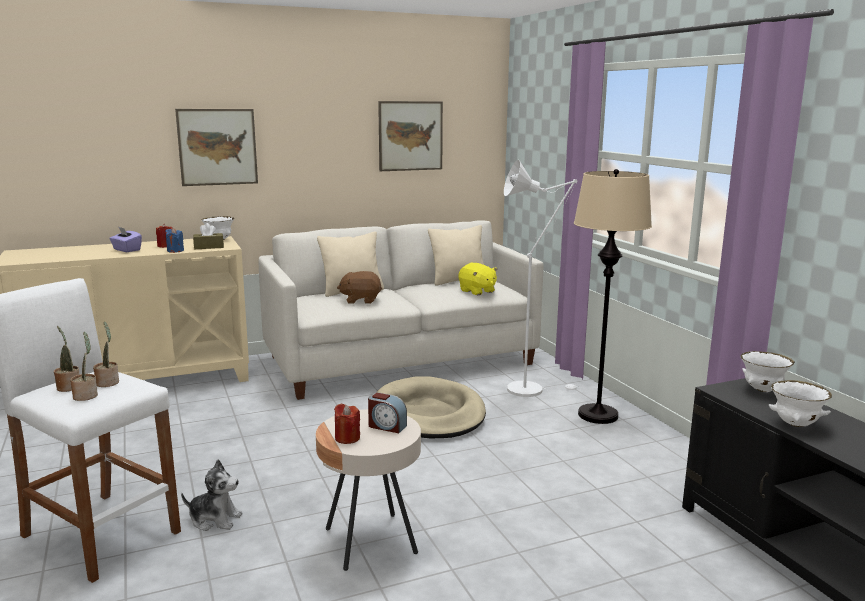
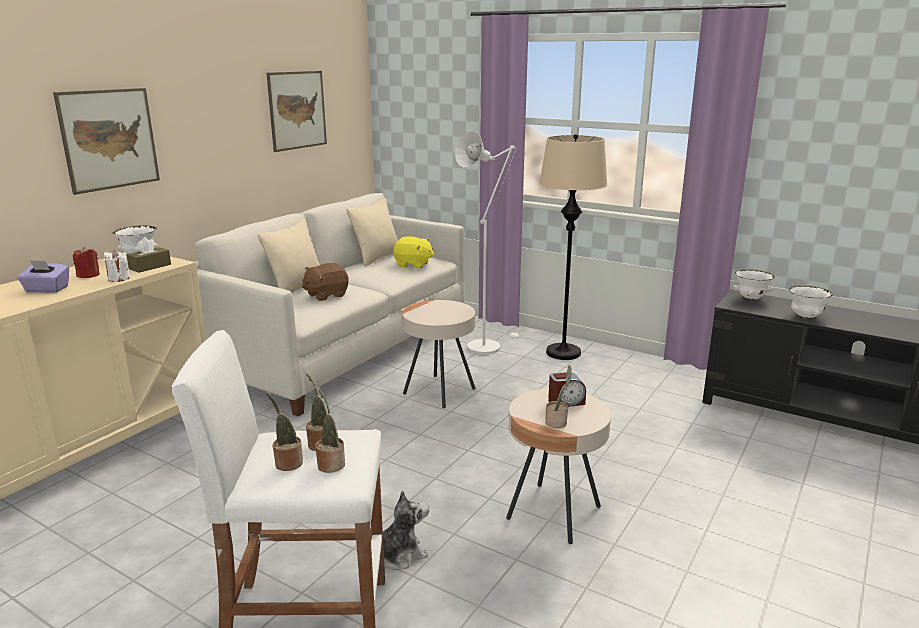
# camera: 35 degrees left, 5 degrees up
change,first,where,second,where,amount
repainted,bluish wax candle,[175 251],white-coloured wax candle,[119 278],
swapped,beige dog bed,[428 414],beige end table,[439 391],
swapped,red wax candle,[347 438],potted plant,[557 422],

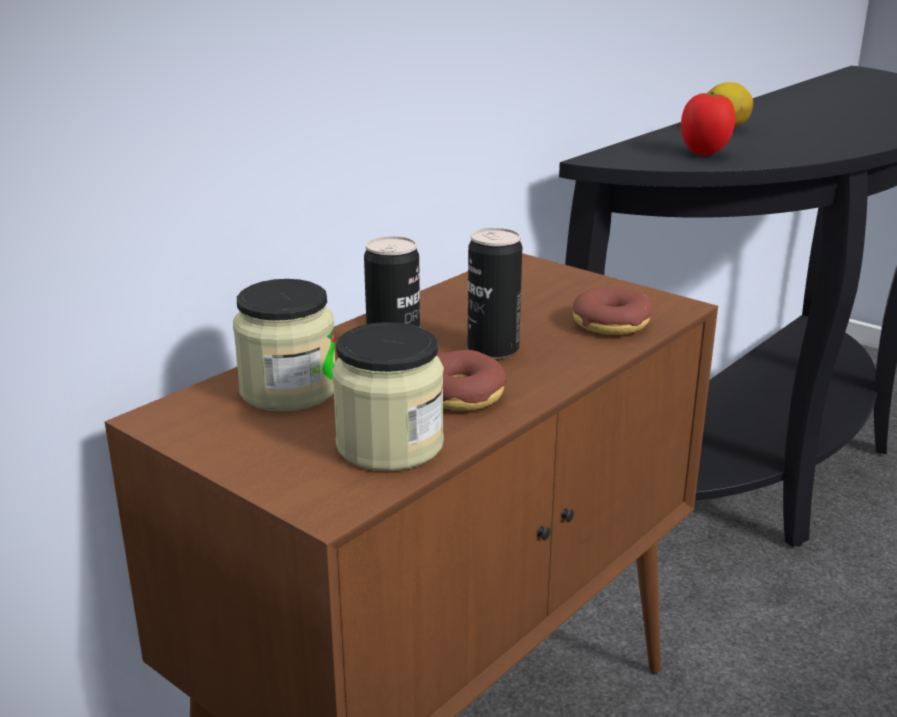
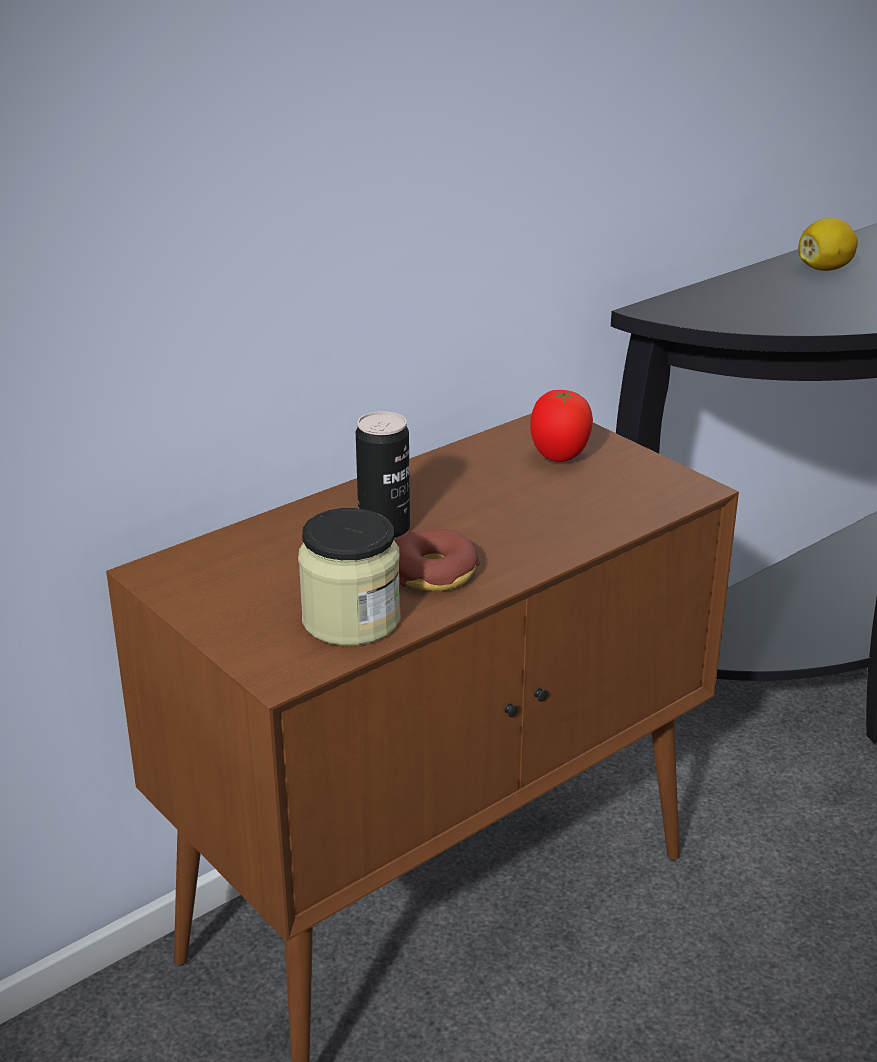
# camera: 10 degrees right, 5 degrees up
change,first,where,second,where,amount
shifted,tomato,[704 153],,[559 458],
gone,preserve jar,[288 390],,,
gone,can,[493 349],,,
gone,donut,[611 324],,,

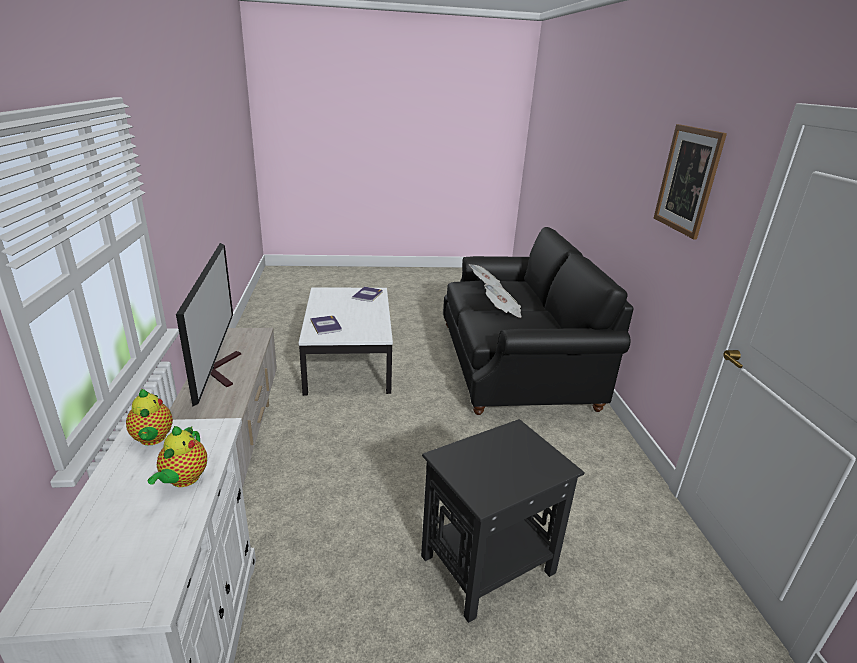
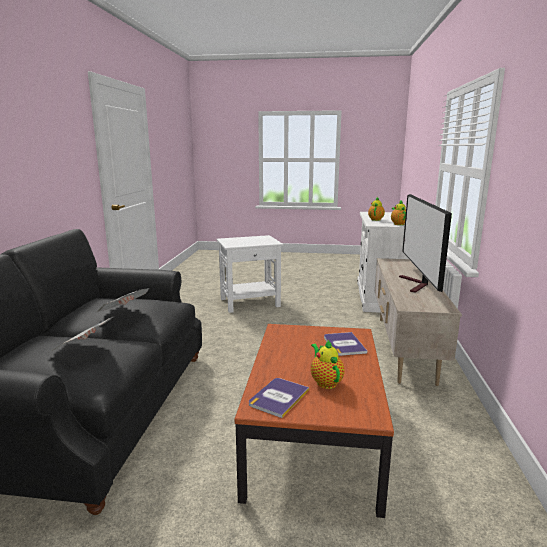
# camera: 165 degrees left, 10 degrees down
change,first,where,second,where,amount
repainted,blackish end table,[486 565],white-coloured end table,[250 302],
repainted,white-coloured lounge table,[349 361],brown lounge table,[313 436],
new,,,pot for tea,[325 382],
gone,picture,[688 180],,,

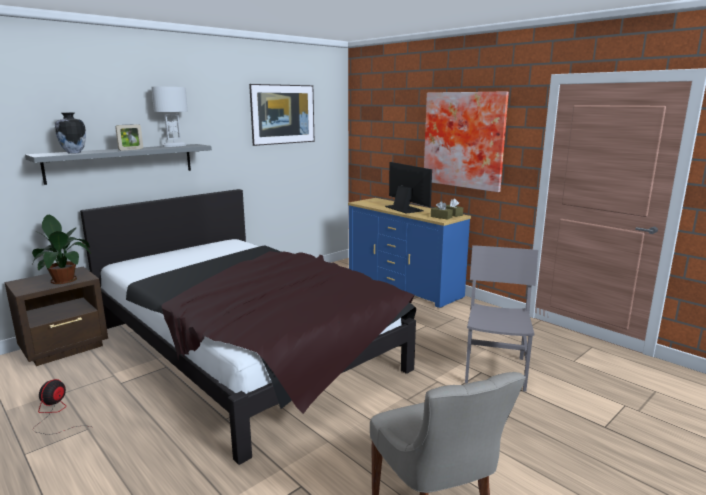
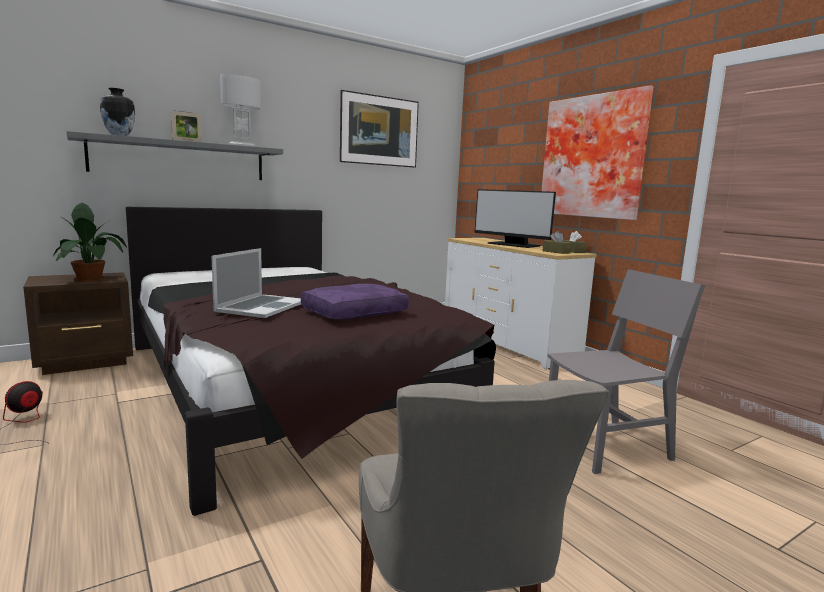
# camera: 10 degrees right, 5 degrees down
change,first,where,second,where,amount
new,,,portable computer,[261 306],
new,,,purple pillow,[354 312],
repainted,bluish chest of drawers,[403 285],white-coloured chest of drawers,[507 343],
rotated,computer display,[404 208],,[513 245],150 degrees clockwise
rotated,greyish plain chair,[495 370],,[607 446],45 degrees clockwise

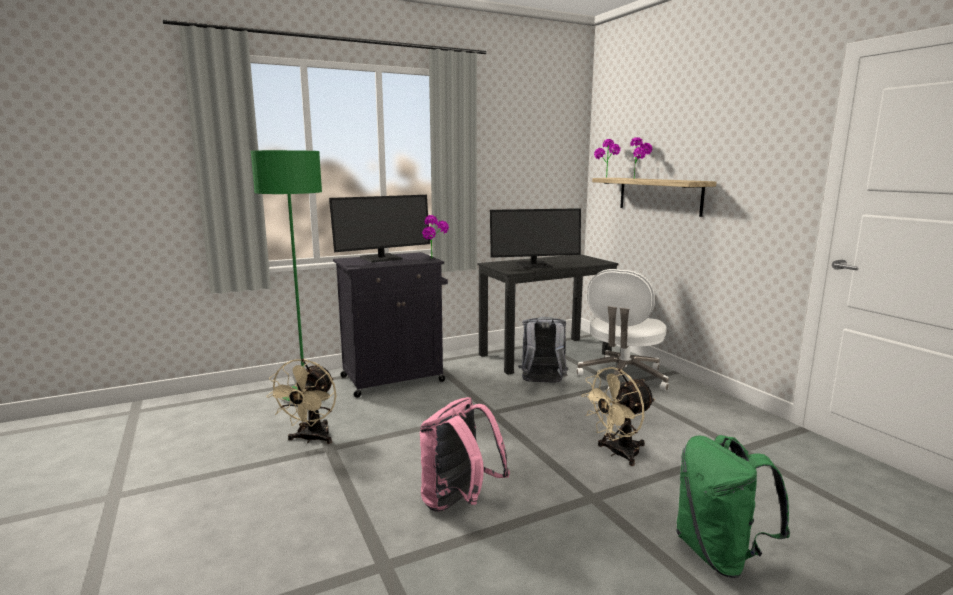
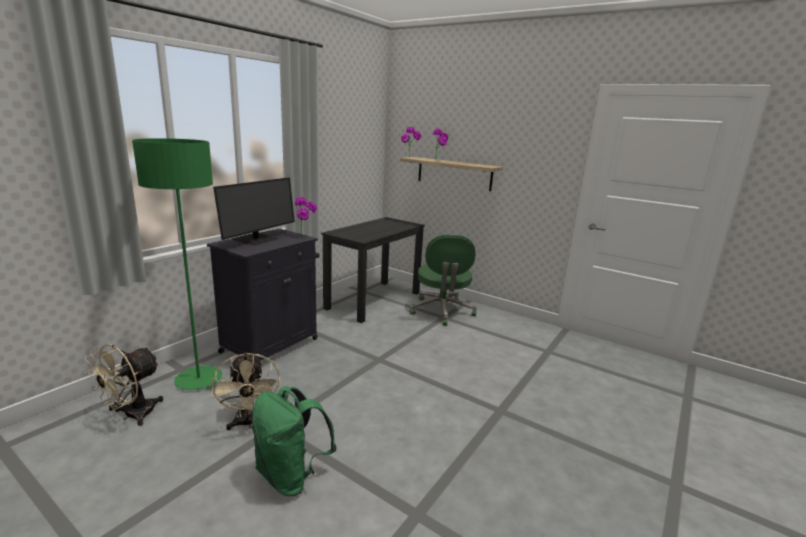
# camera: 30 degrees left, 5 degrees up
change,first,where,second,where,amount
shifted,beige fan,[618 453],,[132 415],
shifted,green knapsack,[719 555],,[291 476],
repainted,white-coloured desk chair,[622 378],green desk chair,[441 311],
gone,pinkish knapsack,[458 502],,,
gone,computer display,[533 265],,,
gone,greyish knapsack,[542 383],,,

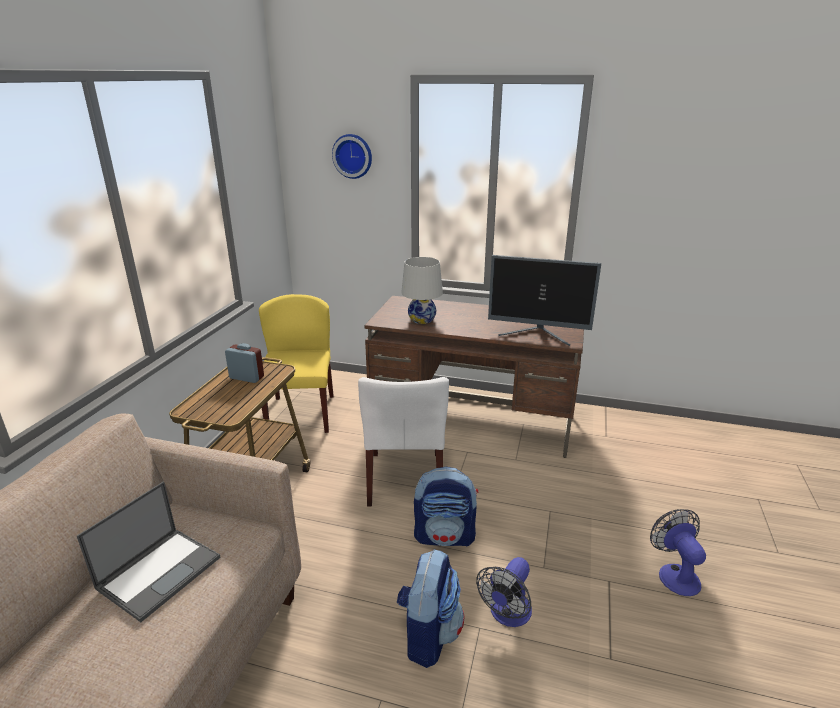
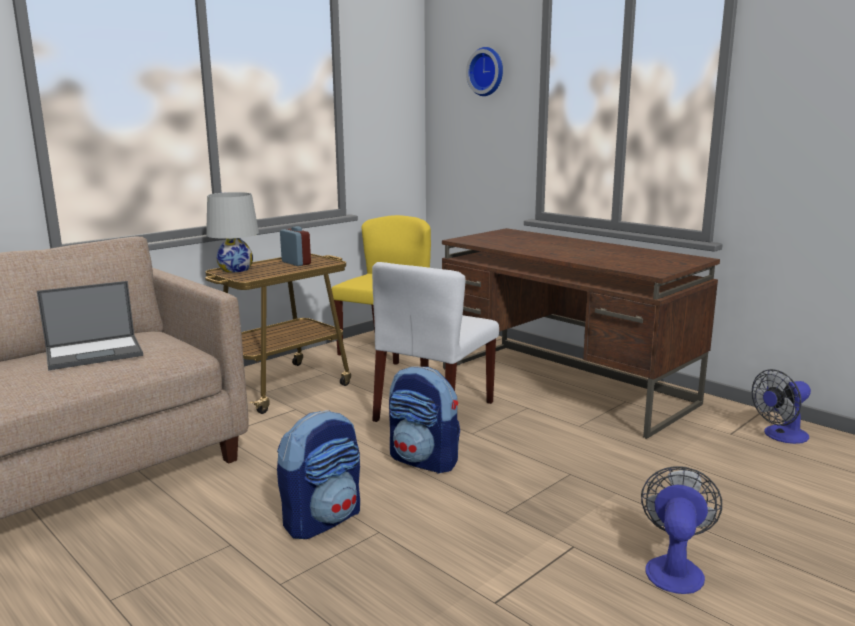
# camera: 30 degrees right, 10 degrees down
change,first,where,second,where,amount
shifted,white-coloured lamp for a table,[422 319],,[236 269],
shifted,fan,[507 615],,[781 436],
gone,computer display,[538 335],,,

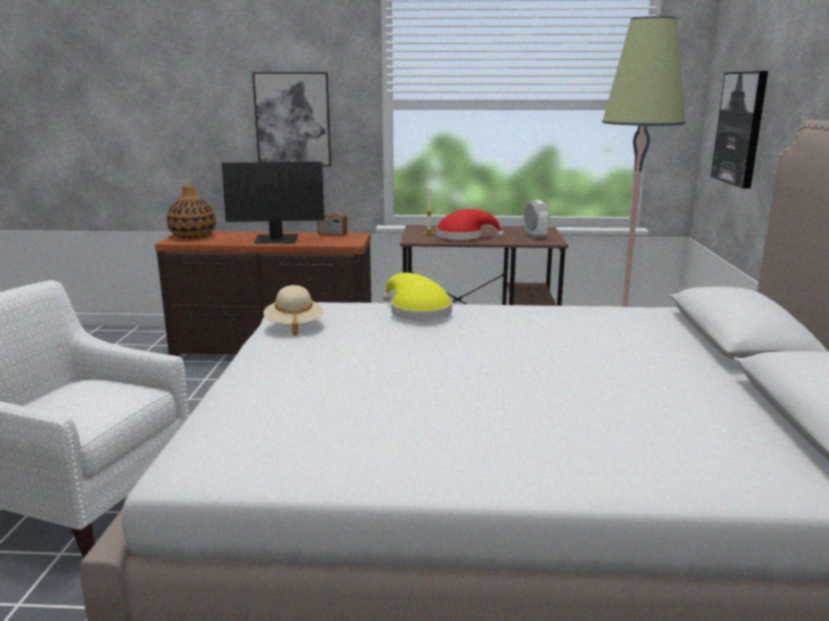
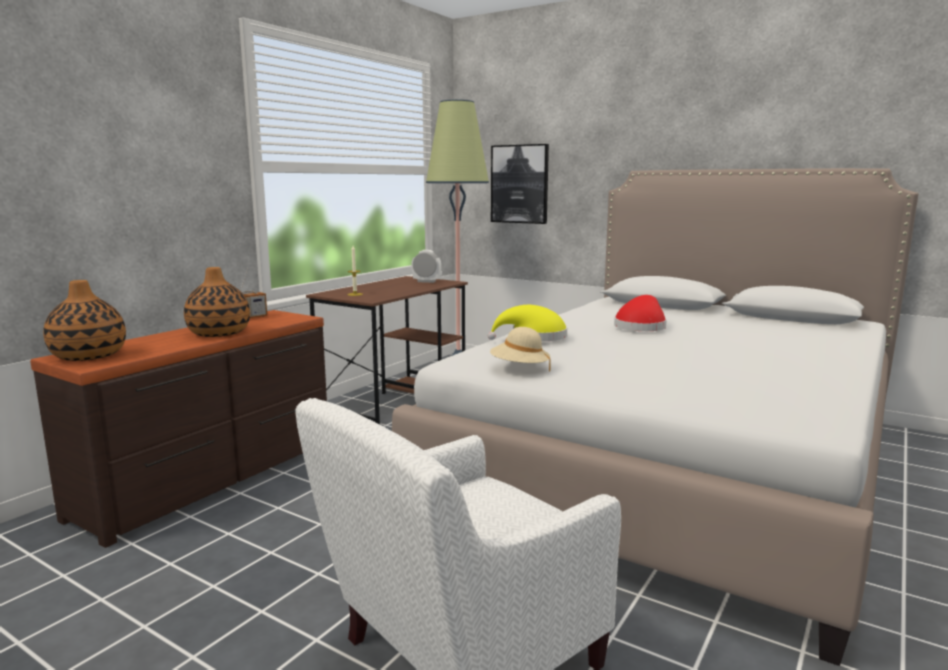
# camera: 60 degrees left, 5 degrees down
change,first,where,second,where,amount
swapped,computer display,[276 240],decorative vase,[219 333],
shifted,red wearable hat,[463 237],,[641 327],
gone,picture,[293 119],,,

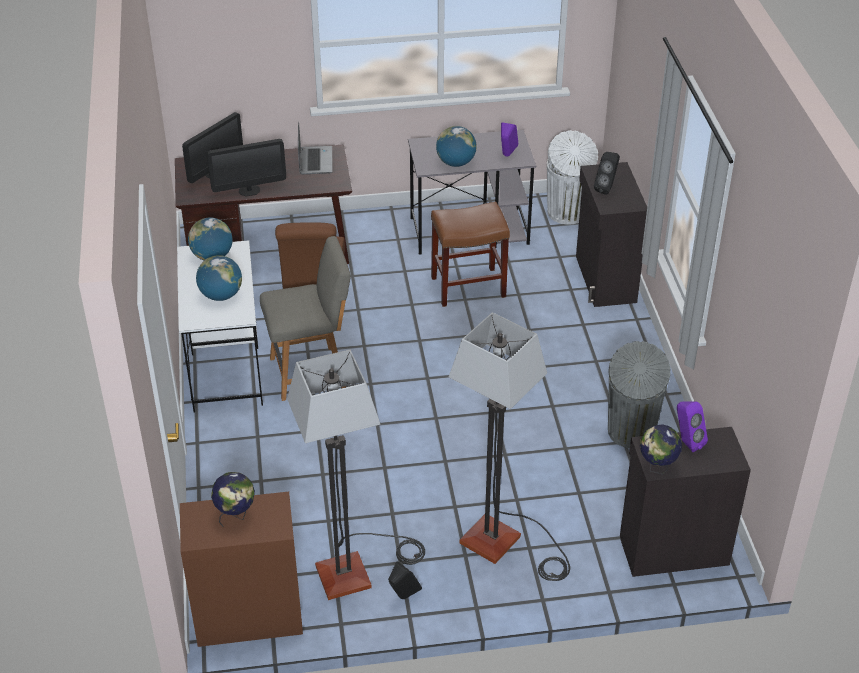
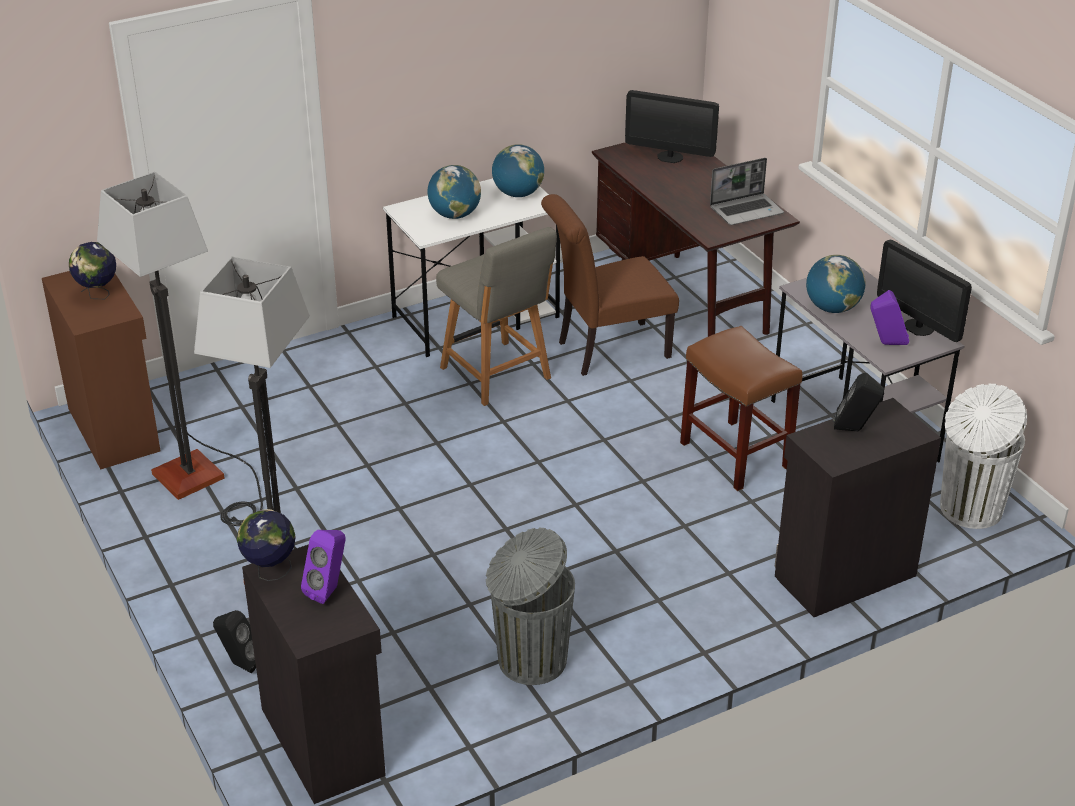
# camera: 70 degrees right, 5 degrees down
change,first,where,second,where,amount
shifted,blackish loudspeaker,[403 597],,[240 664],
shifted,computer display,[249 190],,[918 327],

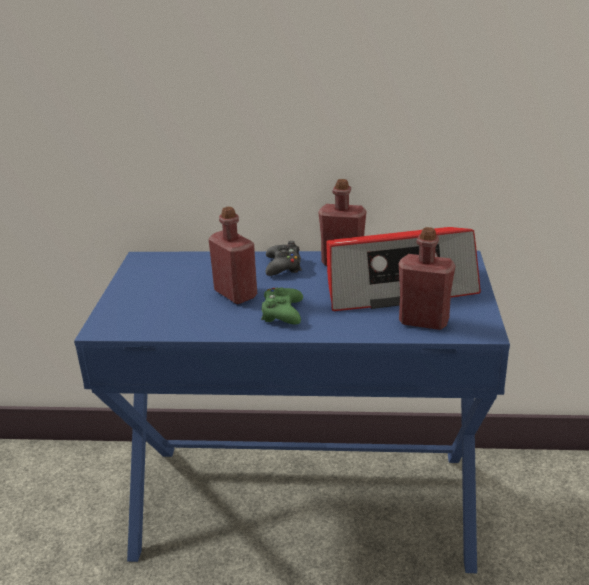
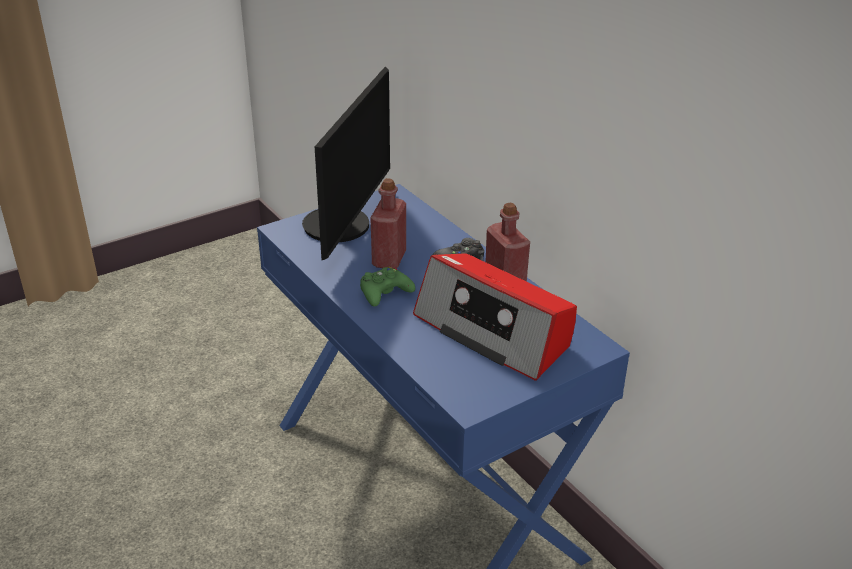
# camera: 50 degrees right, 5 degrees up
change,first,where,second,where,amount
new,,,computer display,[344 226],
gone,red bottle,[423 321],,,

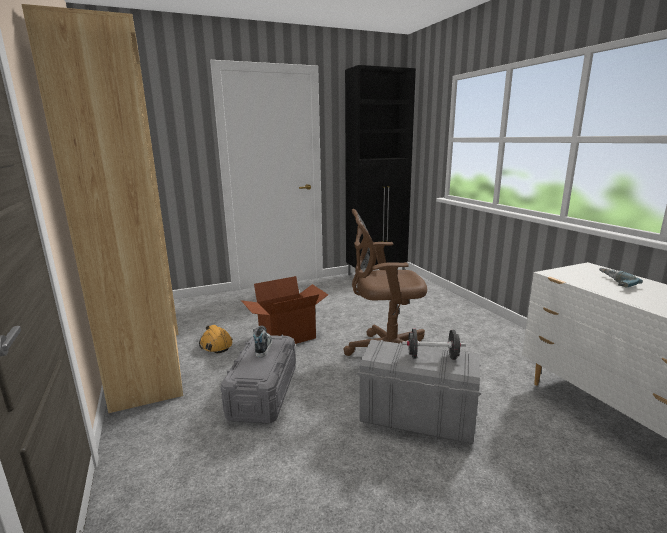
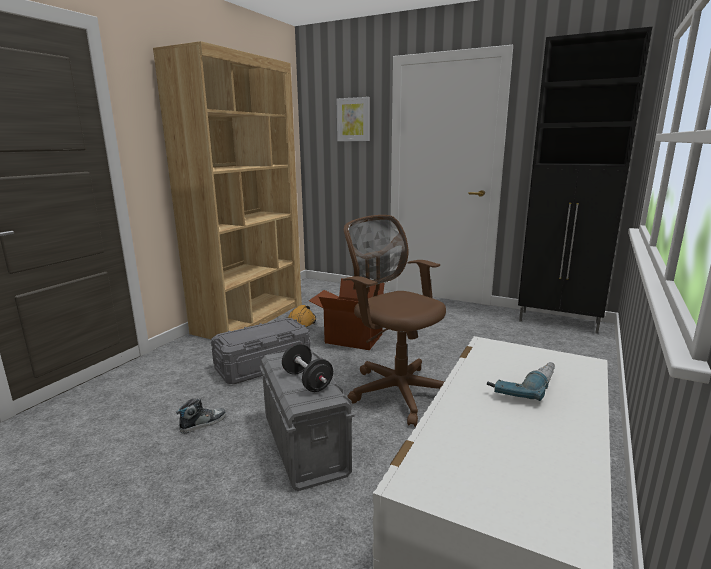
# camera: 50 degrees right, 0 degrees up
change,first,where,second,where,amount
shifted,shoe,[263 347],,[203 423],
new,,,picture,[353 119],

